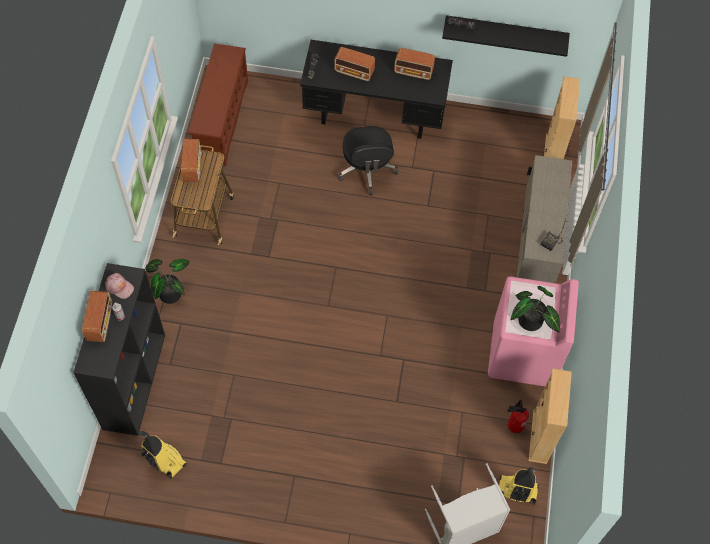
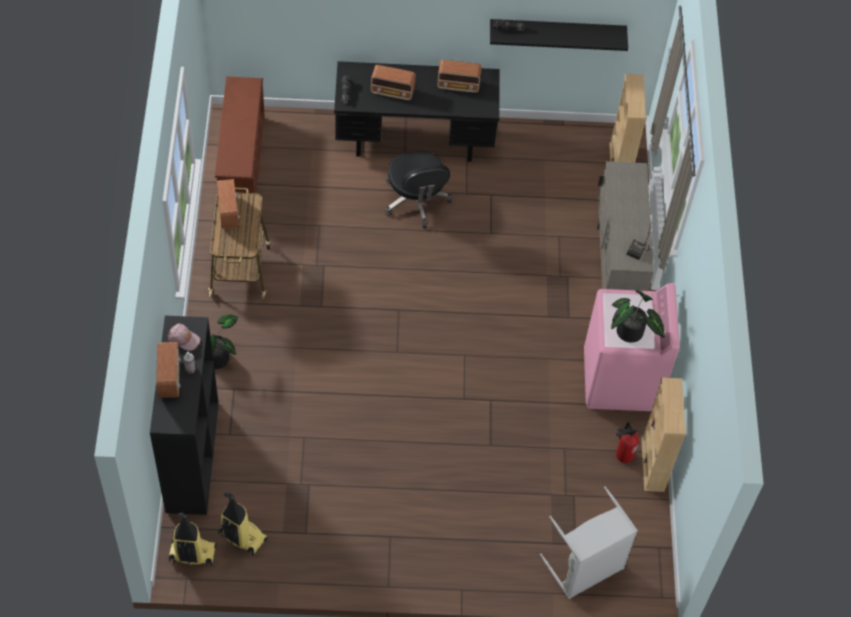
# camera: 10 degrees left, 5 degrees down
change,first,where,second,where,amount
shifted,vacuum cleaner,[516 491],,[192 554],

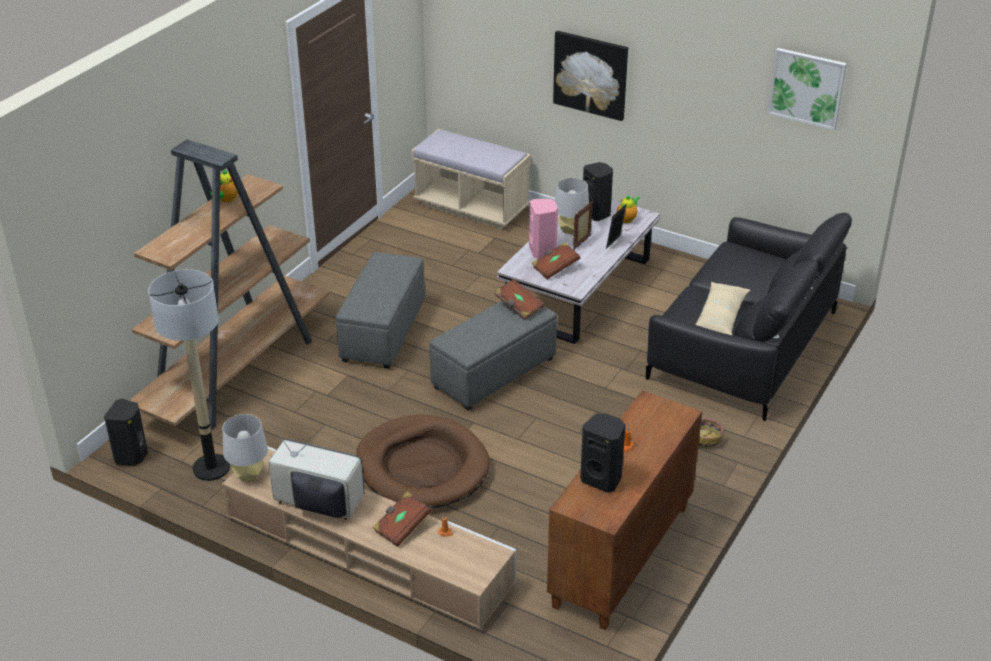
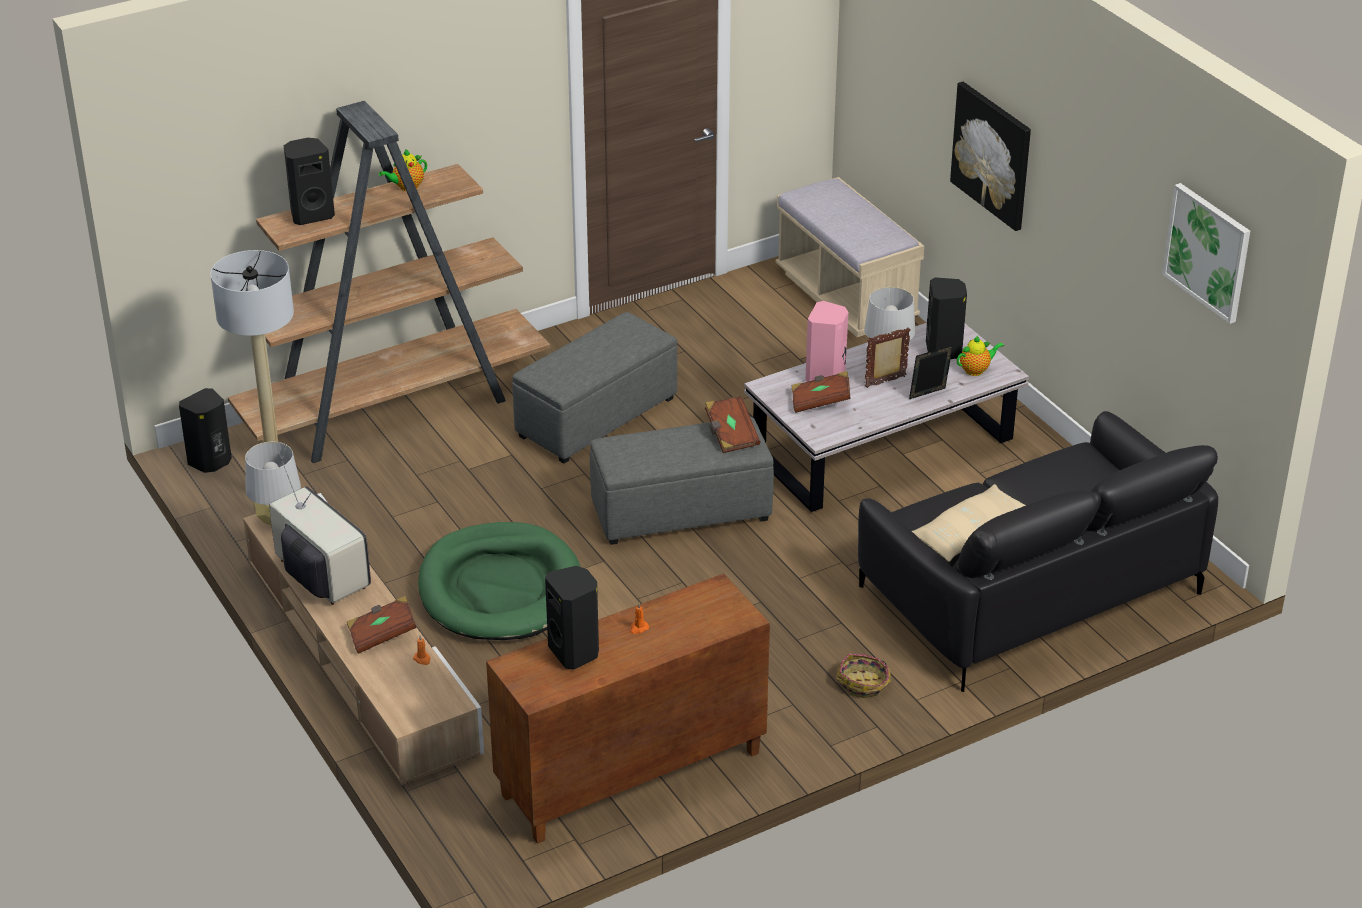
# camera: 30 degrees right, 0 degrees up
change,first,where,second,where,amount
new,,,blackish loudspeaker,[311 215],
repainted,brown dog bed,[422 467],green dog bed,[500 589],

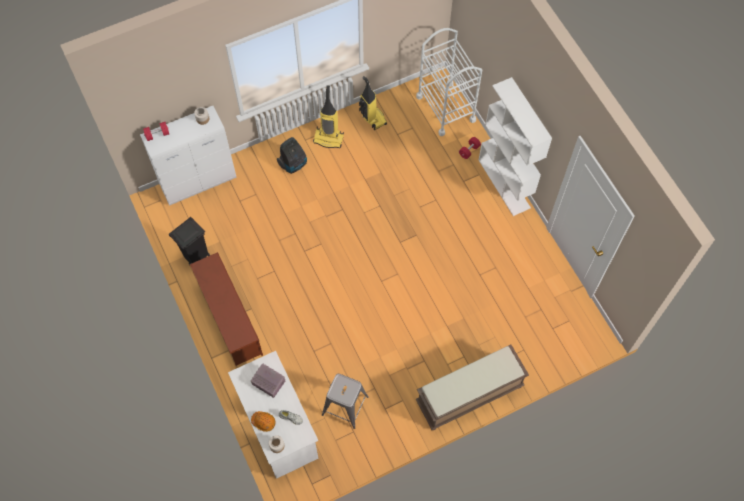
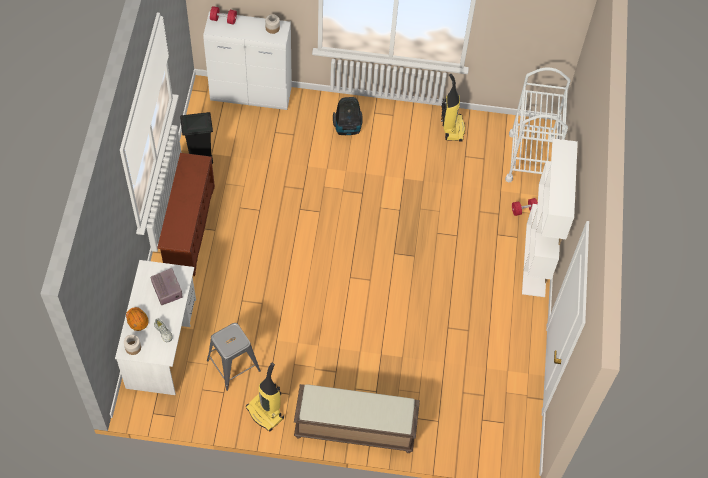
# camera: 30 degrees right, 5 degrees down
change,first,where,second,where,amount
shifted,vacuum cleaner,[329 138],,[265 413],

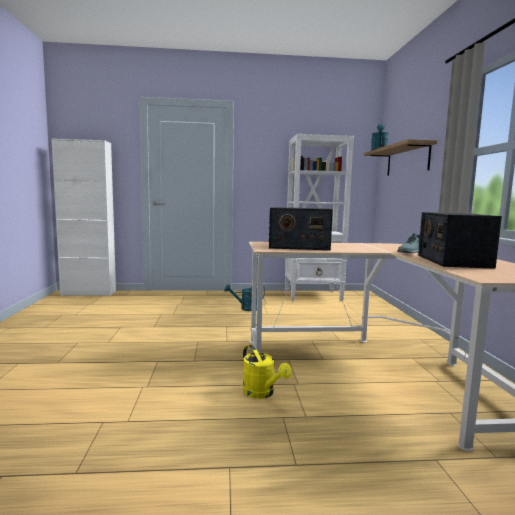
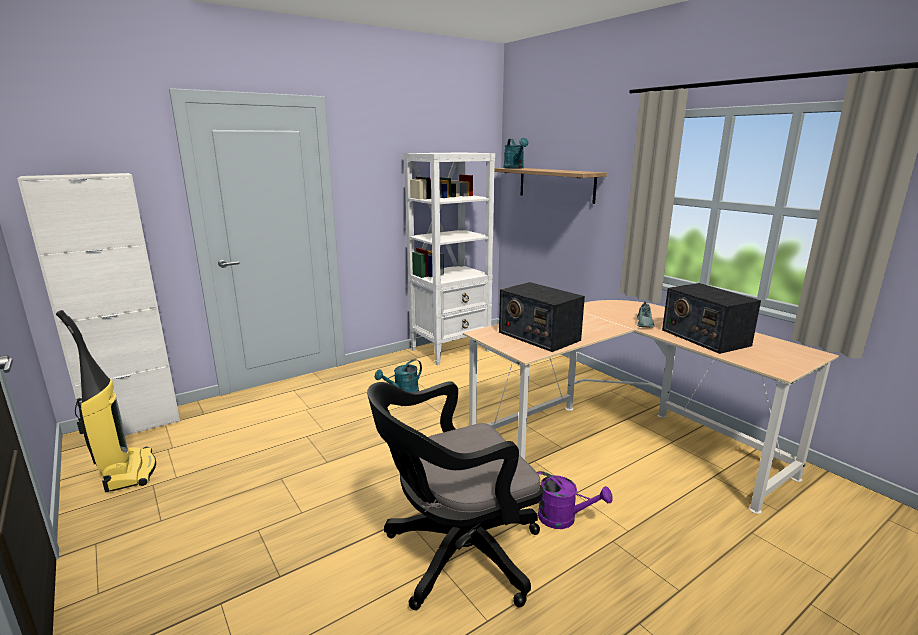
# camera: 30 degrees left, 10 degrees up
change,first,where,second,where,amount
new,,,vacuum cleaner,[128 472],
new,,,blackish desk chair,[455 555],
rotated,radio,[298 247],,[538 336],75 degrees clockwise
repainted,yellow-coloured sprinkling can,[262 393],purple sprinkling can,[563 519],

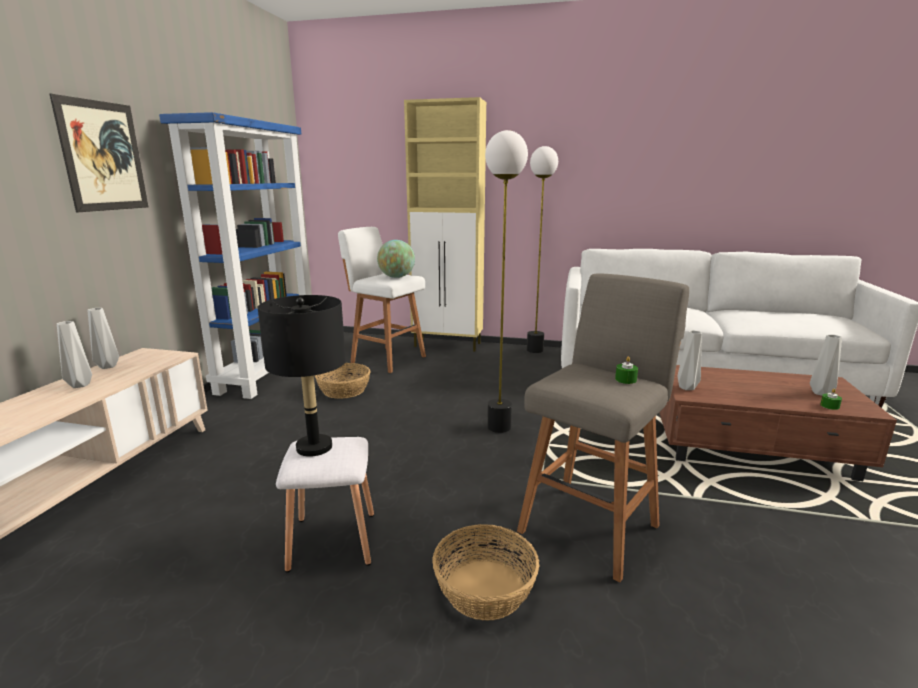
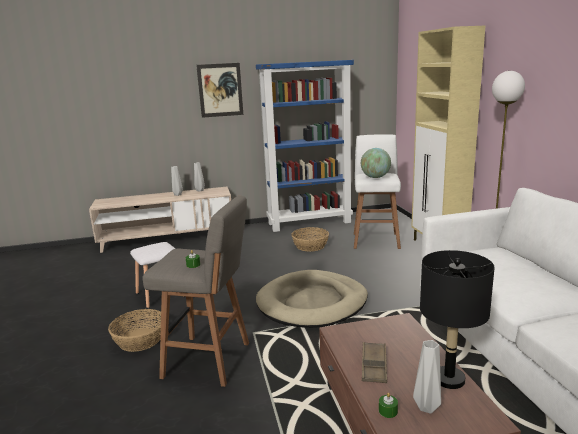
# camera: 65 degrees right, 0 degrees up
change,first,where,second,where,amount
swapped,standard lamp,[499 426],beige dog bed,[312 303],
new,,,brown serving tray,[374 366],
shifted,blackish lamp for a table,[314 447],,[449 379],
gone,greyish decorative vase,[686 388],,,

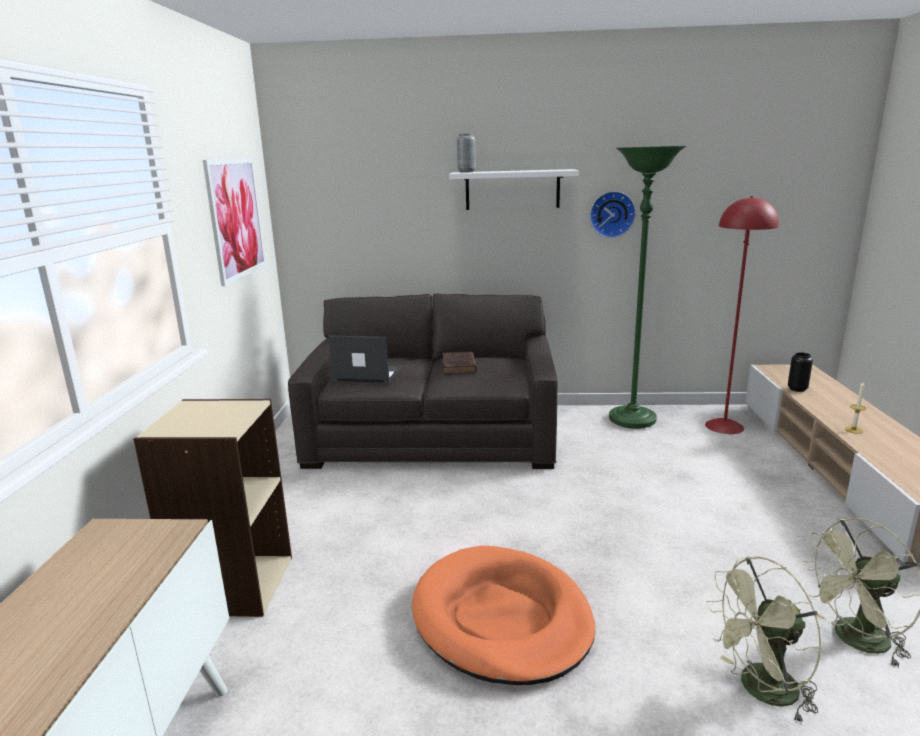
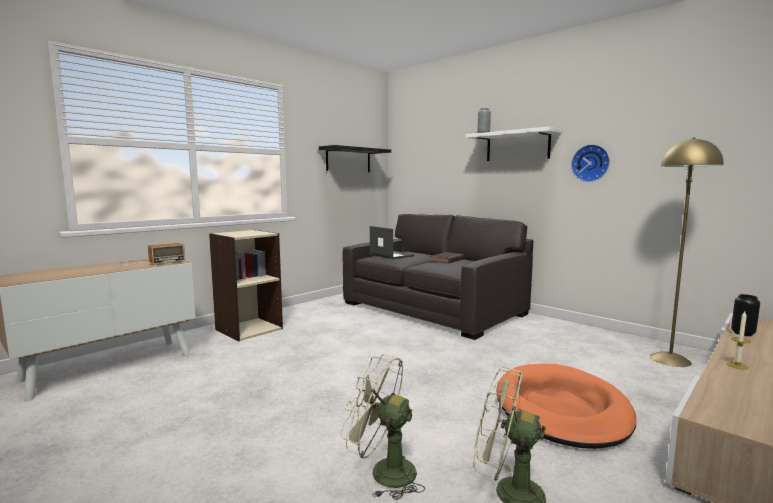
# camera: 40 degrees right, 10 degrees down
change,first,where,second,where,amount
new,,,radio,[147 263],
swapped,picture,[236 218],blackish bracket shelf,[348 160],
shifted,orangey dog bed,[501 618],,[561 409],
repainted,red standard lamp,[724 426],yellow-coloured standard lamp,[669 359],
gone,green standard lamp,[632 420],,,

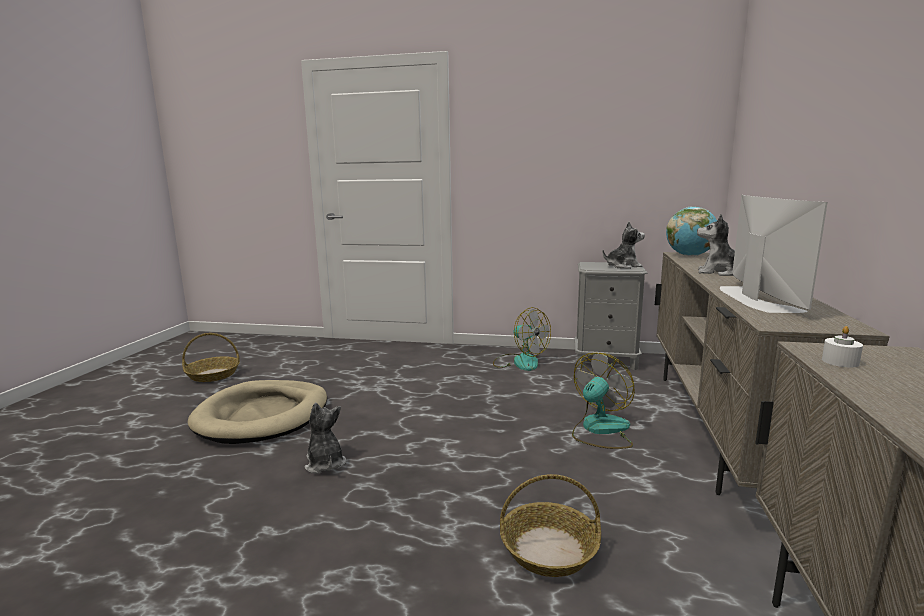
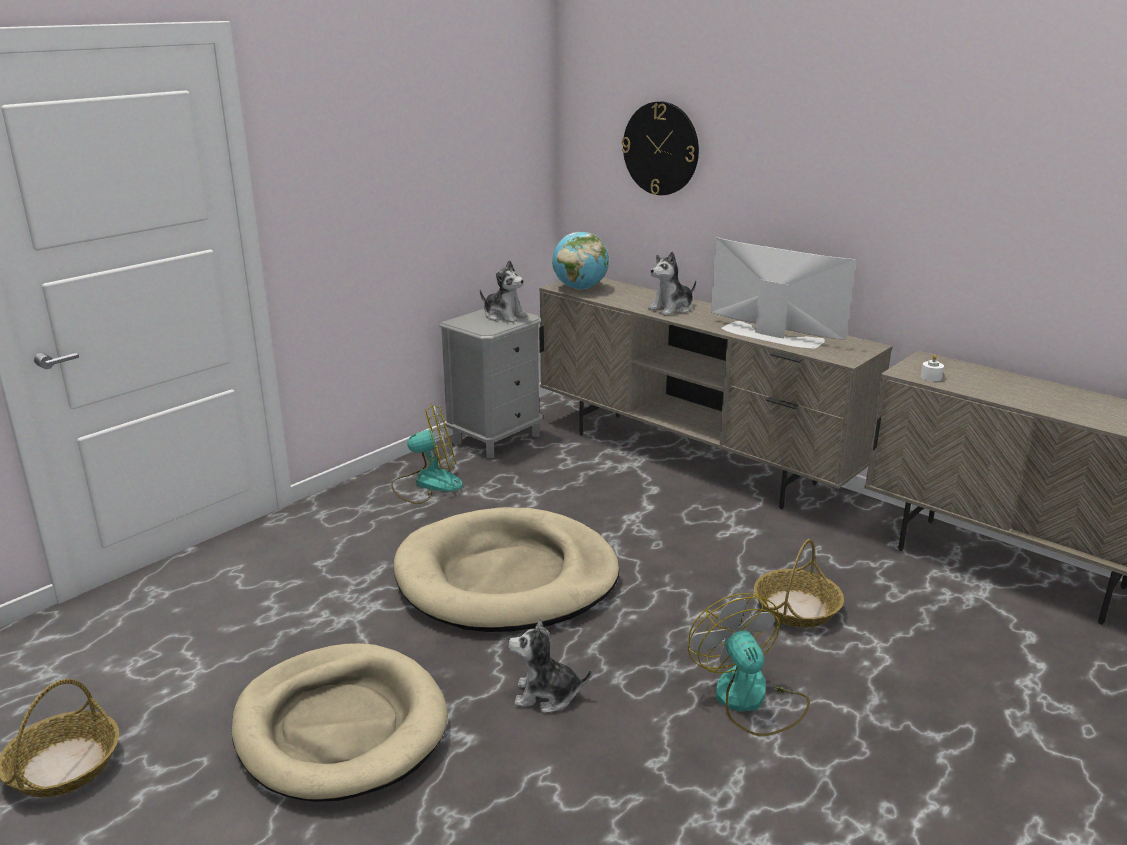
# camera: 60 degrees left, 10 degrees up
change,first,where,second,where,amount
new,,,beige dog bed,[507 577],
rotated,cuddly toy,[622 266],,[504 316],105 degrees clockwise
new,,,clock on the wall,[661 148],
shifted,fan,[600 430],,[749 700],

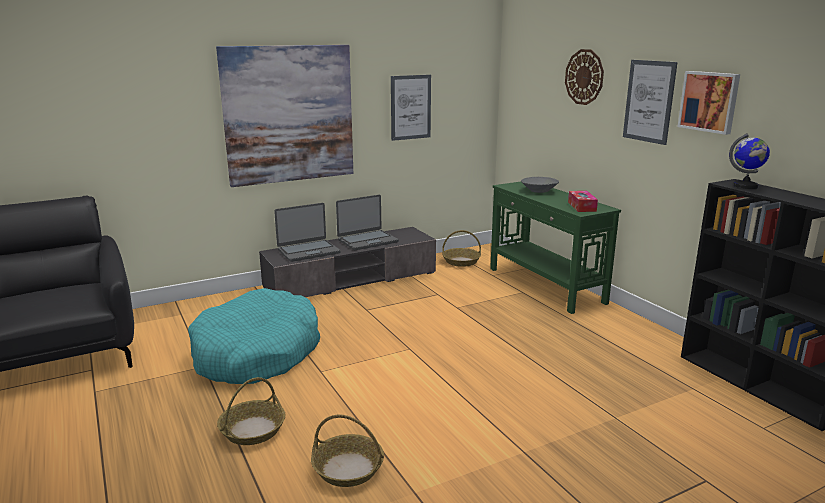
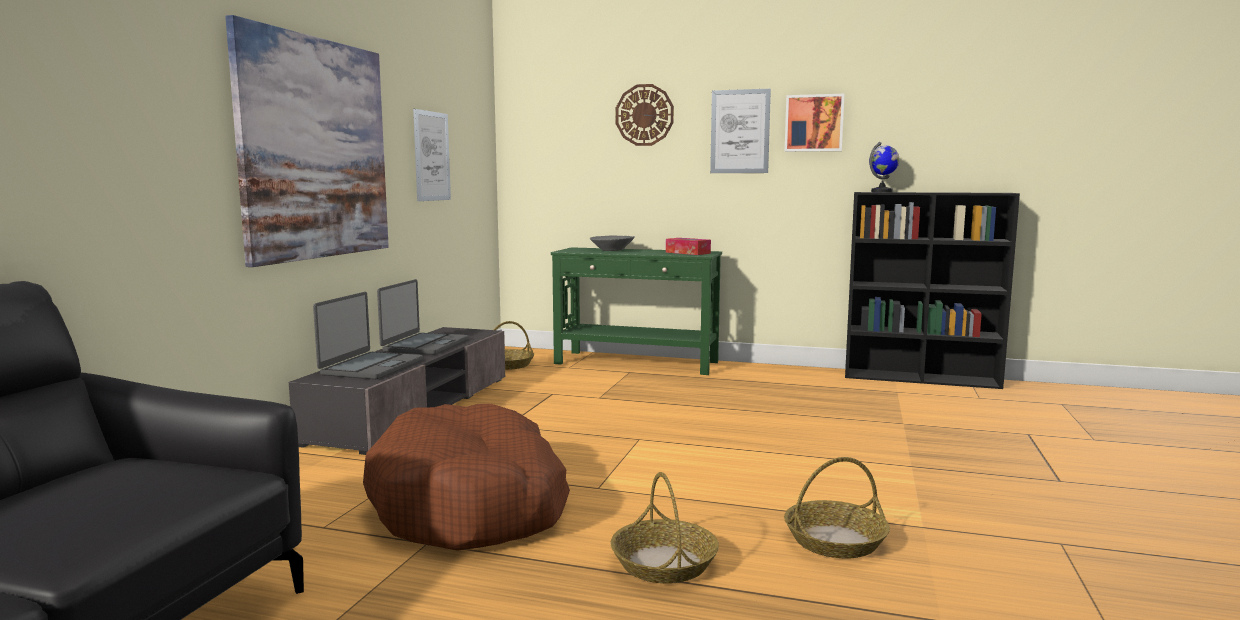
# camera: 45 degrees left, 10 degrees down
change,first,where,second,where,amount
repainted,turquoise dog bed,[256 353],brown dog bed,[471 504],

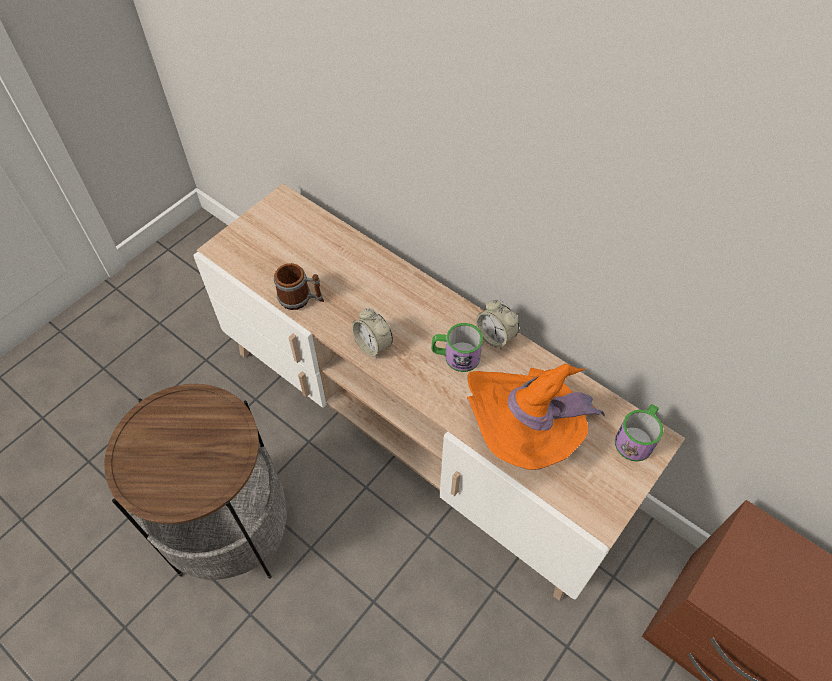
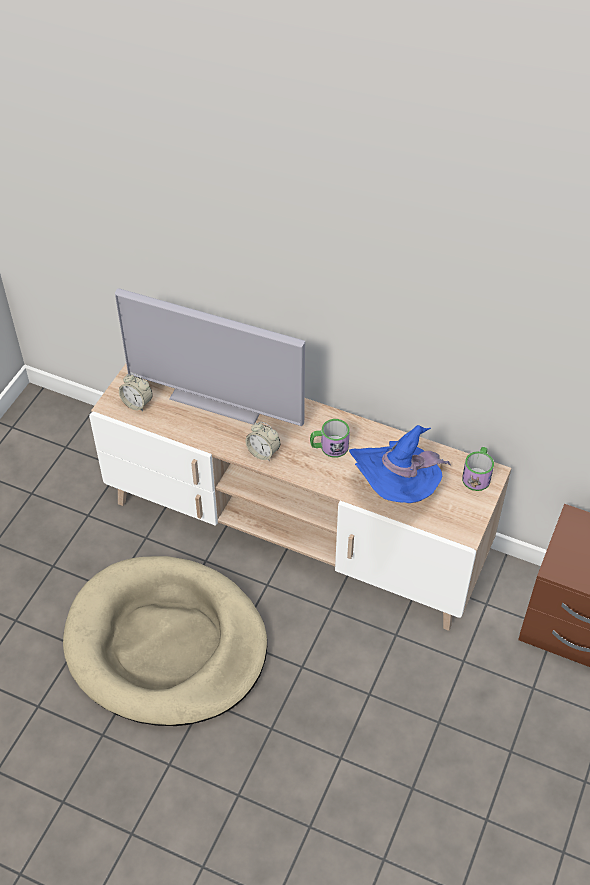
# camera: 15 degrees left, 5 degrees down
change,first,where,second,where,amount
swapped,end table,[232 532],beige dog bed,[166 644],
new,,,TV,[217 400],
shifted,table clock,[495 337],,[137 403],
repainted,orangey wearable hat,[526 433],bluish wearable hat,[397 489],
gone,coffee mug,[301 299],,,

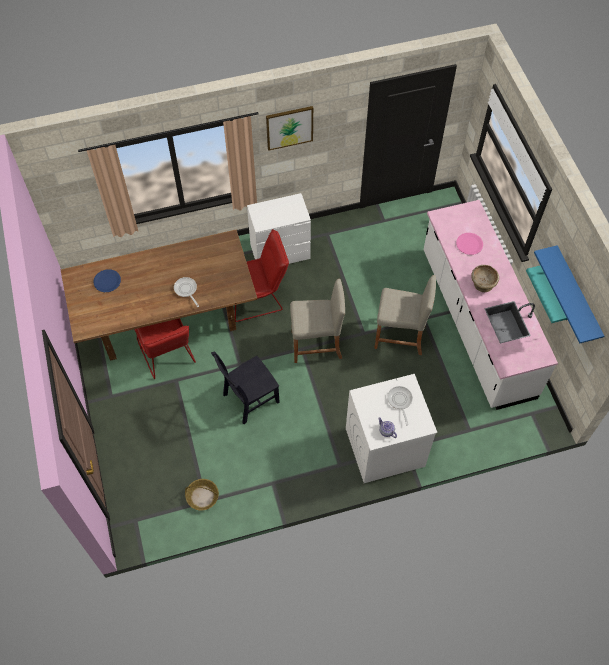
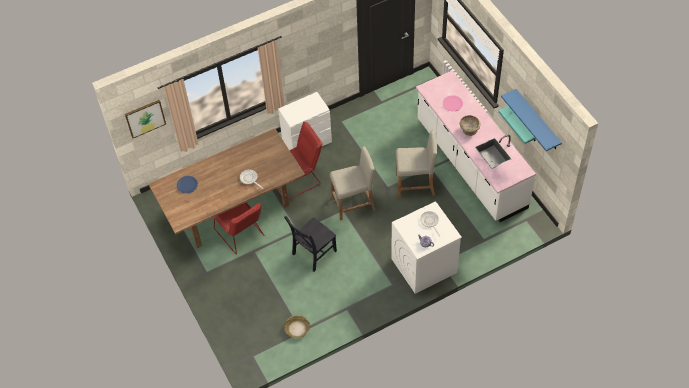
# camera: 10 degrees left, 5 degrees down
change,first,where,second,where,amount
shifted,picture,[289 127],,[145 118],

